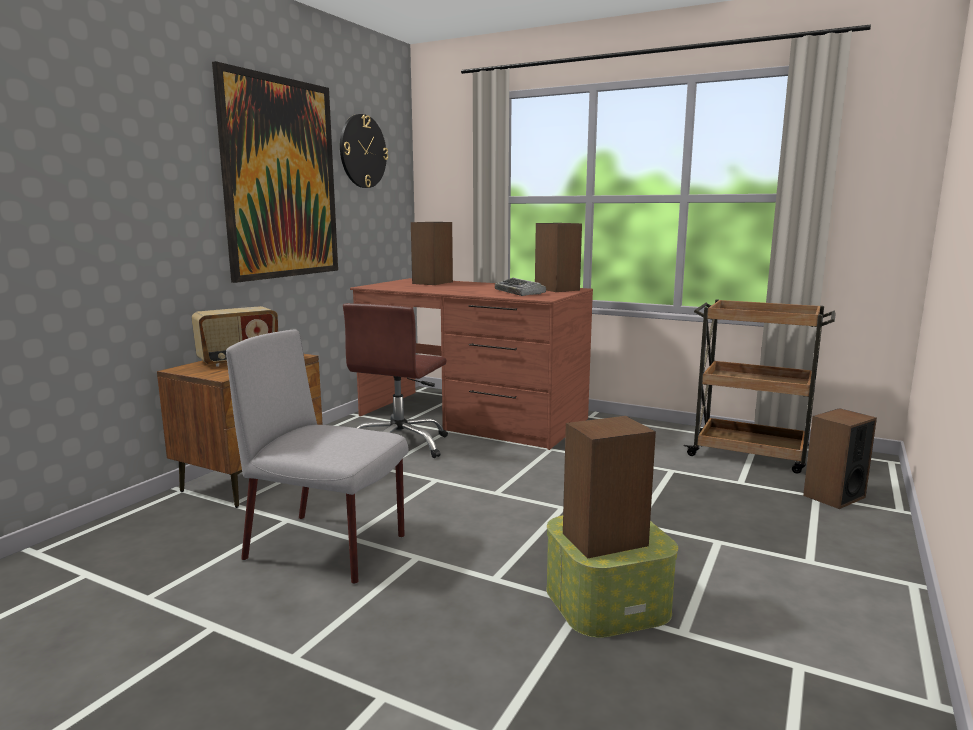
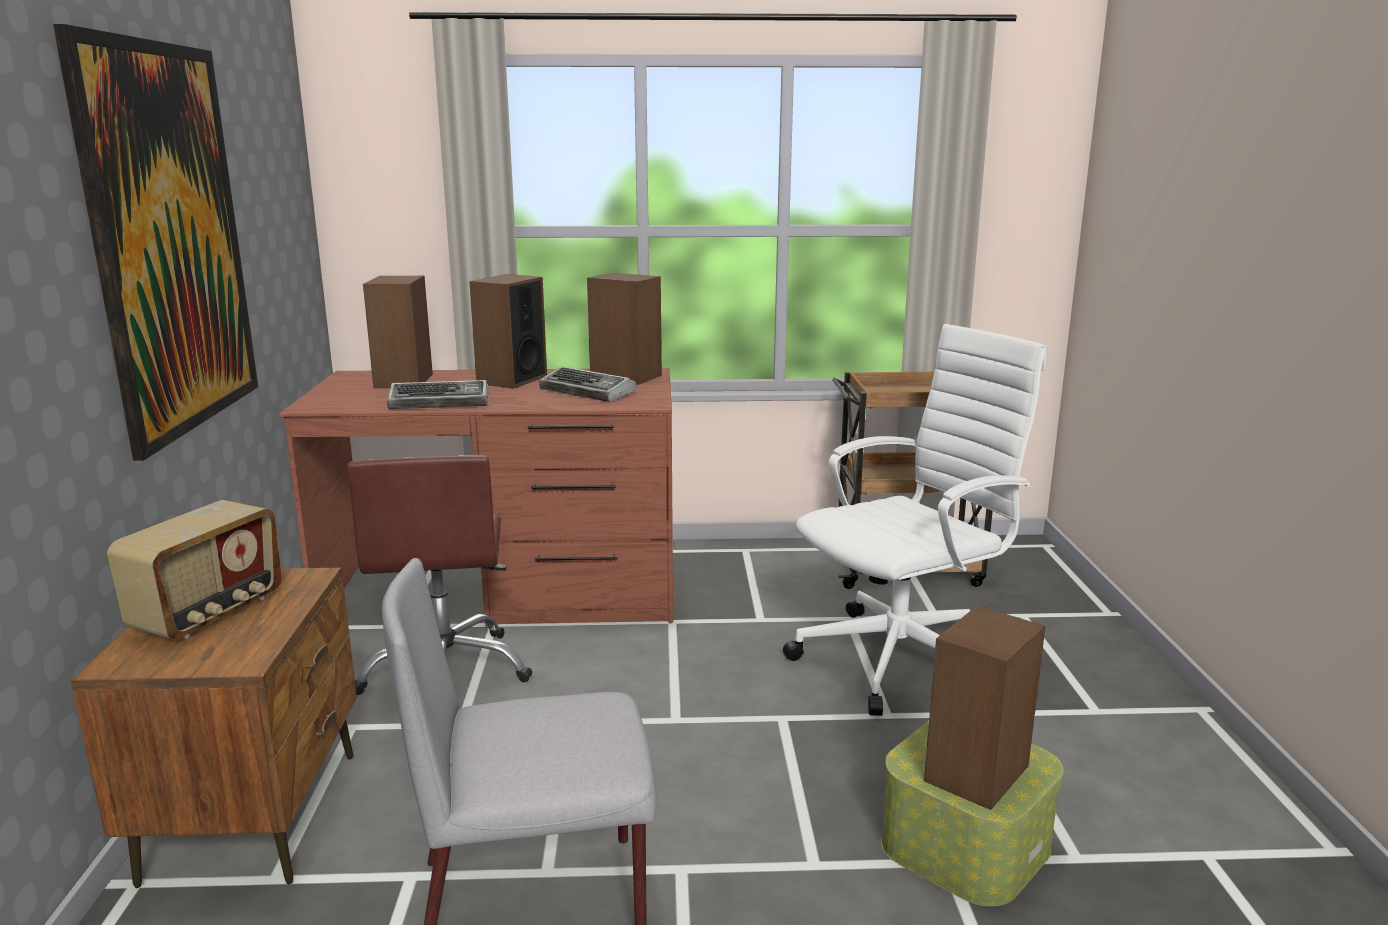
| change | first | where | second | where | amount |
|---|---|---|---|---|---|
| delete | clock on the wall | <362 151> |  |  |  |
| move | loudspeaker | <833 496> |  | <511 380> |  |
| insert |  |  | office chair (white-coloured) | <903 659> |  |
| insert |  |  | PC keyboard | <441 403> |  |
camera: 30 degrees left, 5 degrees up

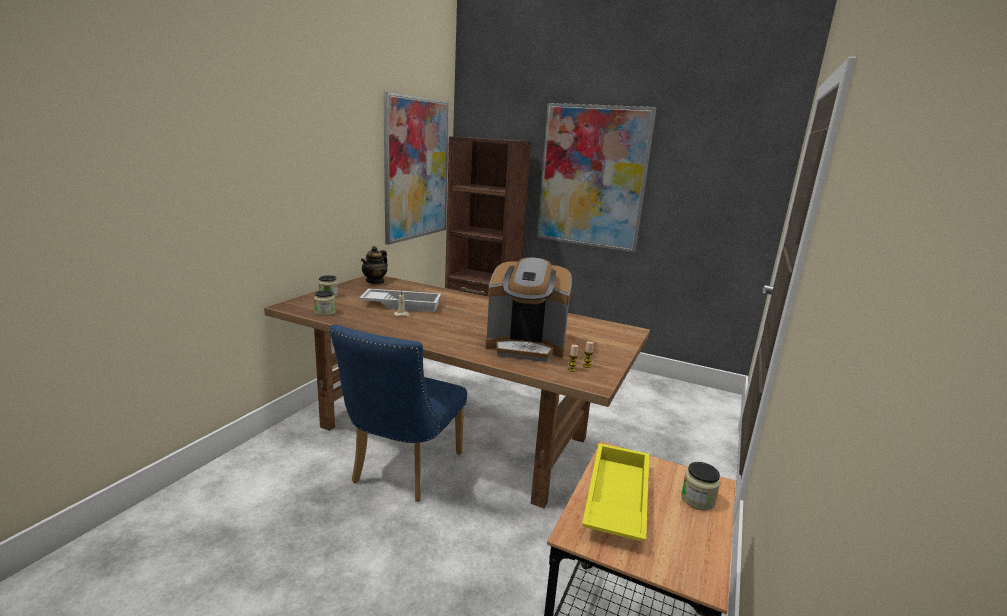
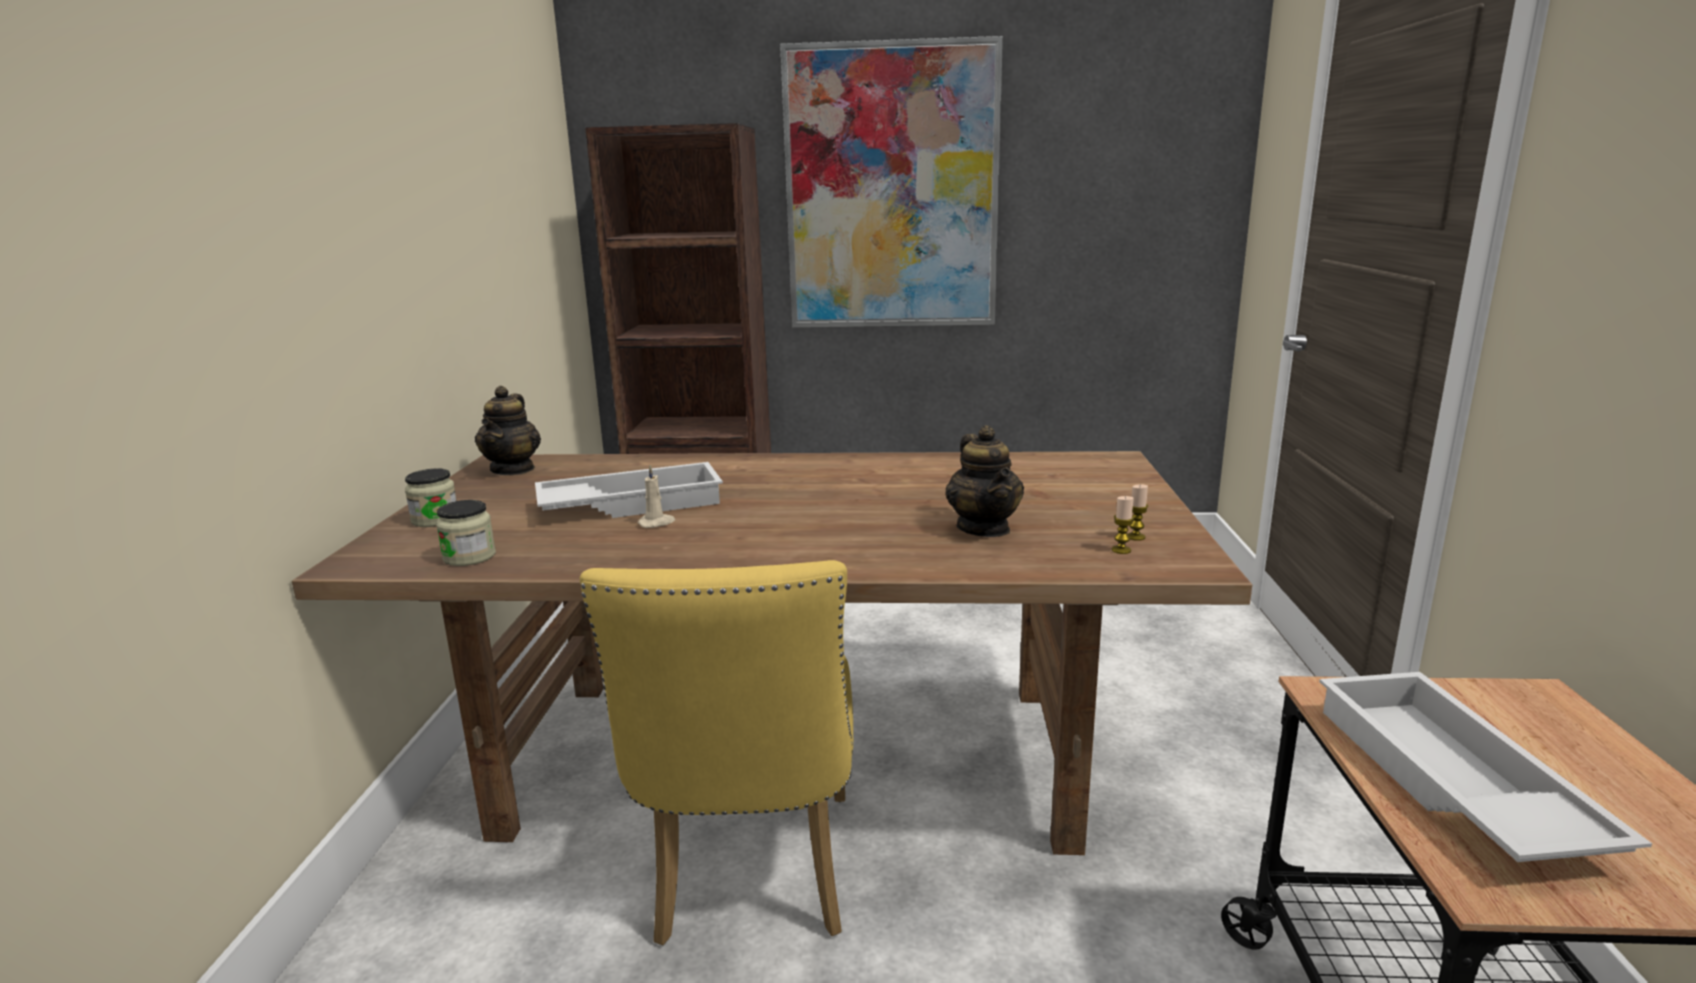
| change | first | where | second | where | amount |
|---|---|---|---|---|---|
| delete | picture | <417 169> |  |  |  |
| replace | coffee machine | <526 346> | pot for tea | <984 528> |  |
| recolor | upright chair (blue-coloured) | <402 471> | upright chair (yellow-coloured) | <750 879> |  |
| recolor | tray (yellow-coloured) | <614 498> | tray (white-coloured) | <1447 782> |  |
| delete | jar | <697 499> |  |  |  |
camera: 20 degrees left, 0 degrees up

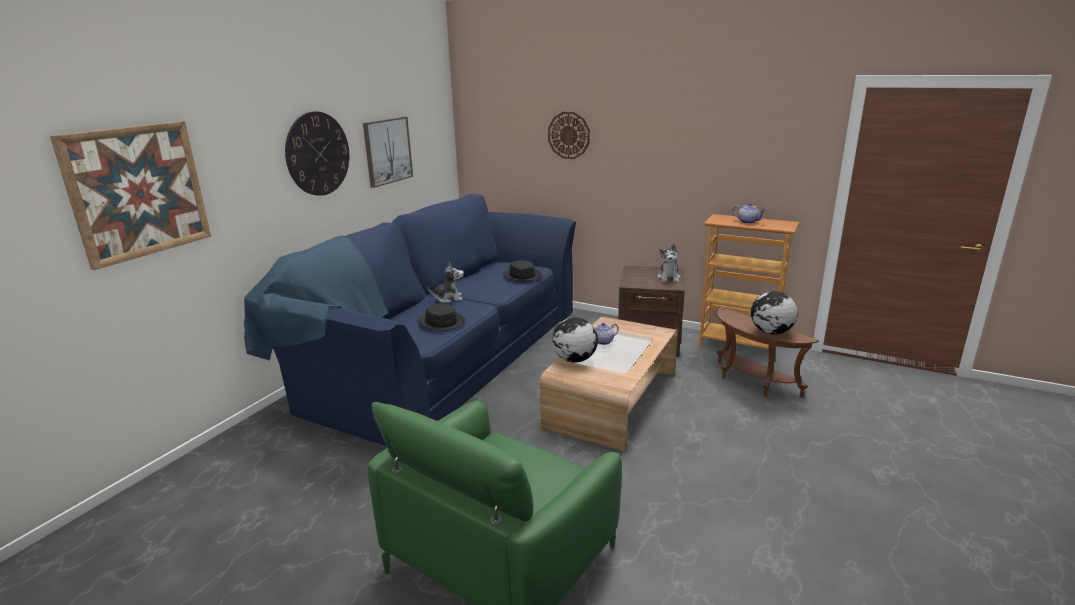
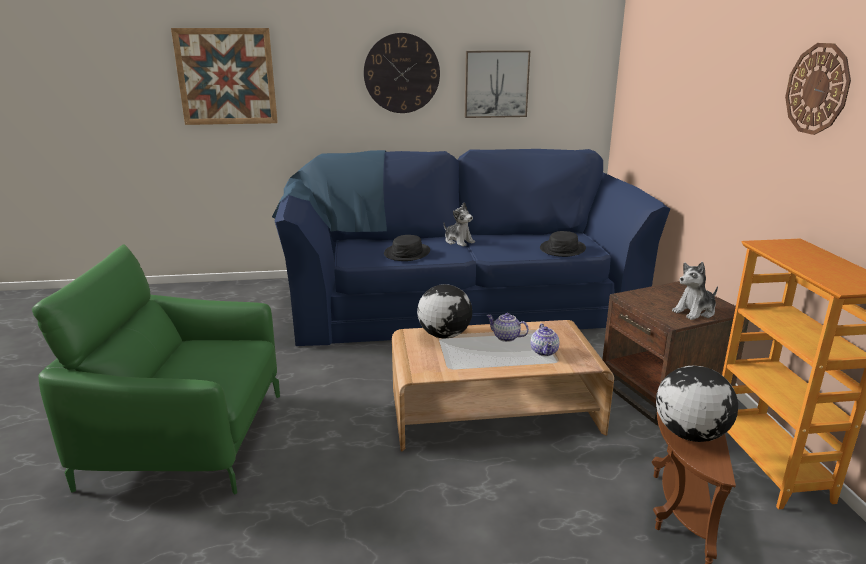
| change | first | where | second | where | amount |
|---|---|---|---|---|---|
| move | clock on the wall | <569 135> |  | <817 89> |  |
| move | pot for tea | <748 222> |  | <545 352> |  |
camera: 55 degrees right, 0 degrees up

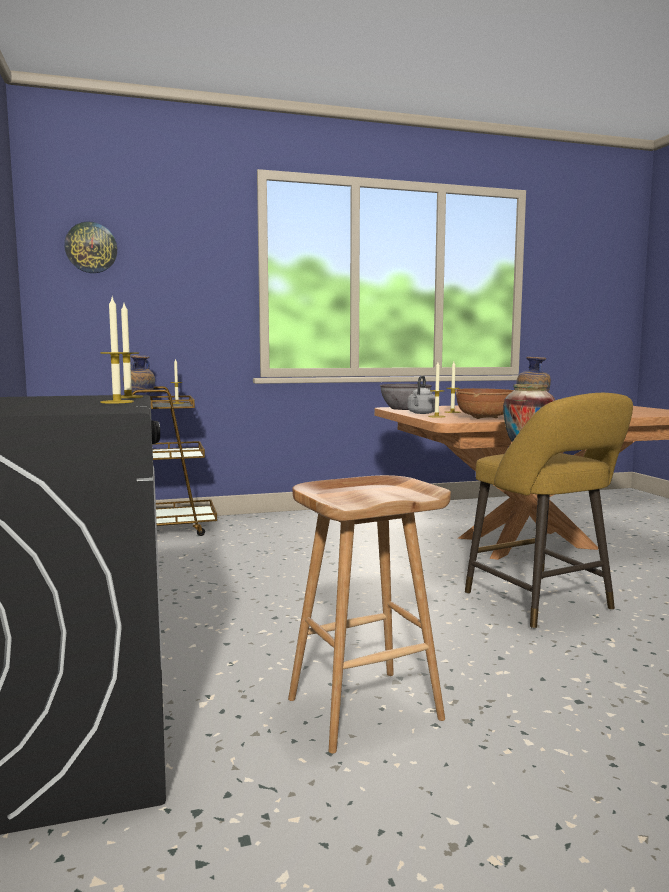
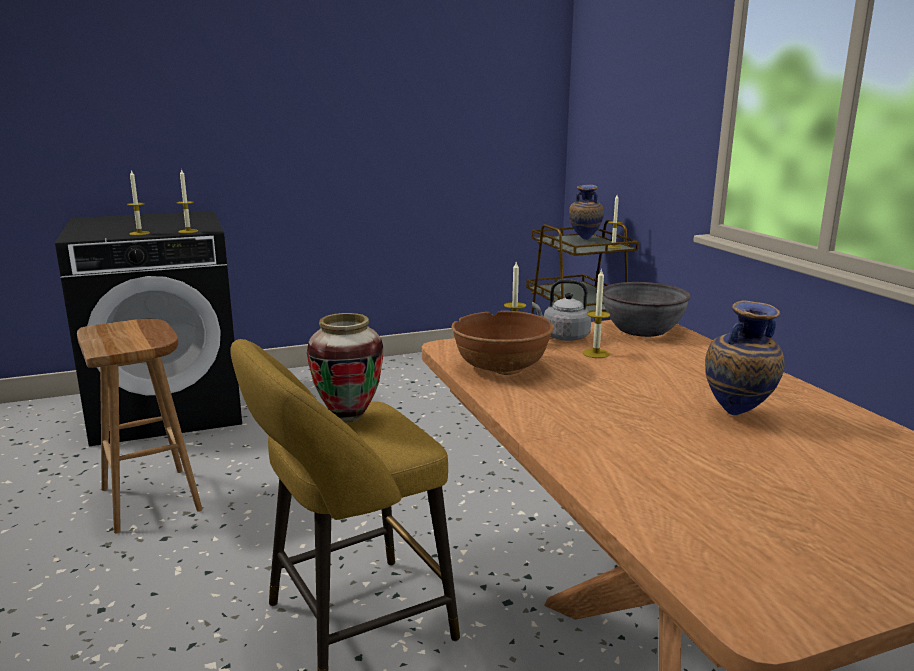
| change | first | where | second | where | amount |
|---|---|---|---|---|---|
| delete | clock on the wall | <91 247> |  |  |  |
camera: 85 degrees right, 10 degrees up

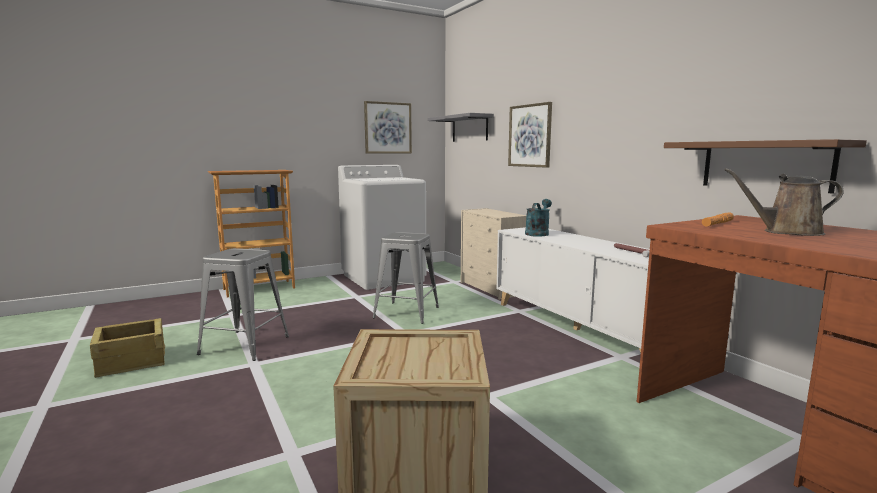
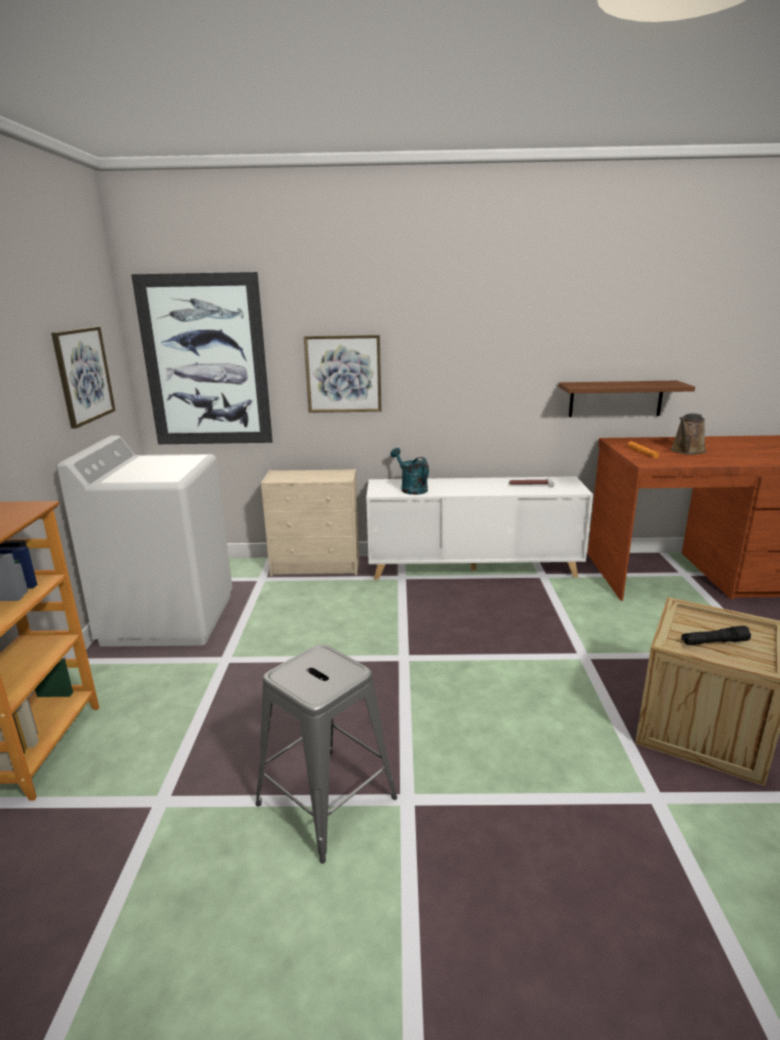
| change | first | where | second | where | amount |
|---|---|---|---|---|---|
| replace | wall shelf (gray) | <469 128> | picture | <205 362> |  |
| delete | stool (gray) | <406 312> |  |  |  |
| delete | crate | <131 361> |  |  |  |
| insert |  |  | flashlight (black-coloured) | <714 642> |  |
camera: 60 degrees left, 10 degrees up

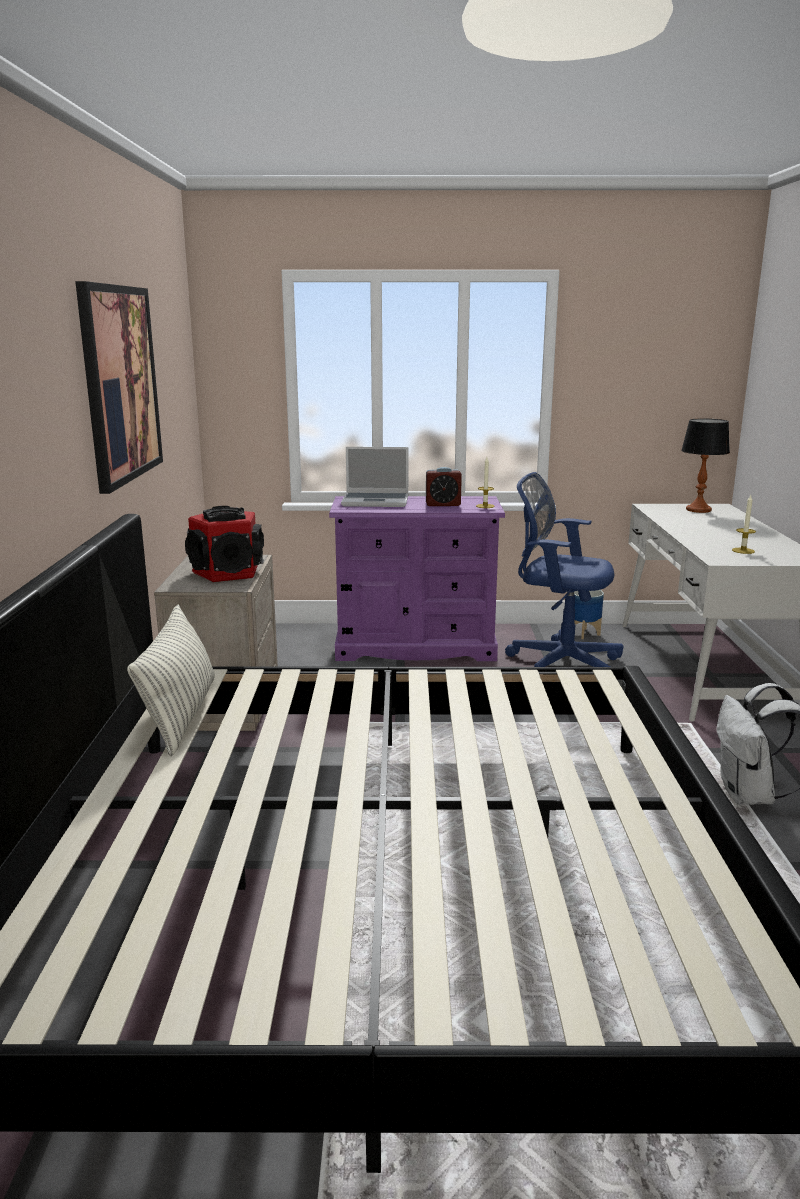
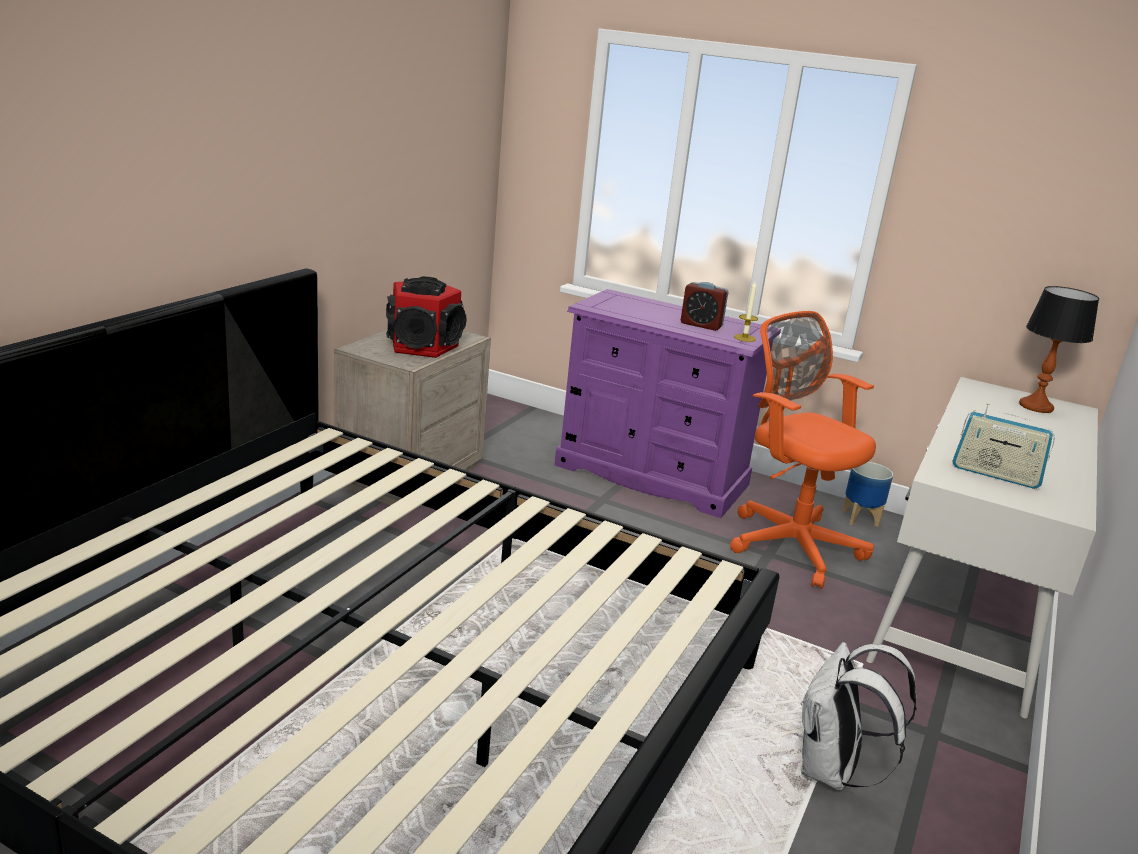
| change | first | where | second | where | amount |
|---|---|---|---|---|---|
| delete | picture | <120 384> |  |  |  |
| delete | portable computer | <376 501> |  |  |  |
| recolor | office chair (blue-coloured) | <559 663> | office chair (orange) | <789 543> |  |
| replace | wax light | <743 551> | radio receiver | <995 474> |  |
| delete | throw pillow | <181 715> |  |  |  |
camera: 25 degrees right, 5 degrees up

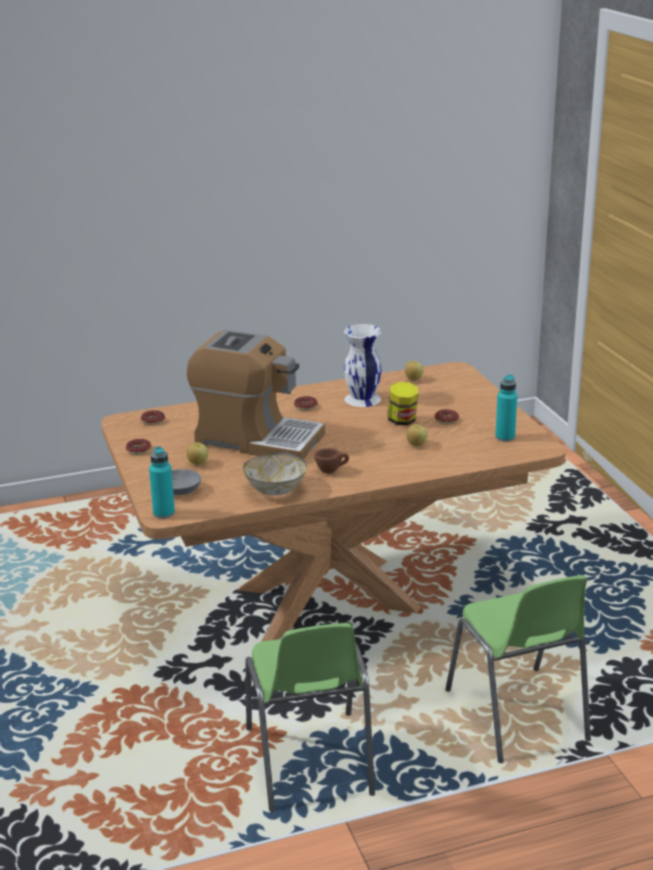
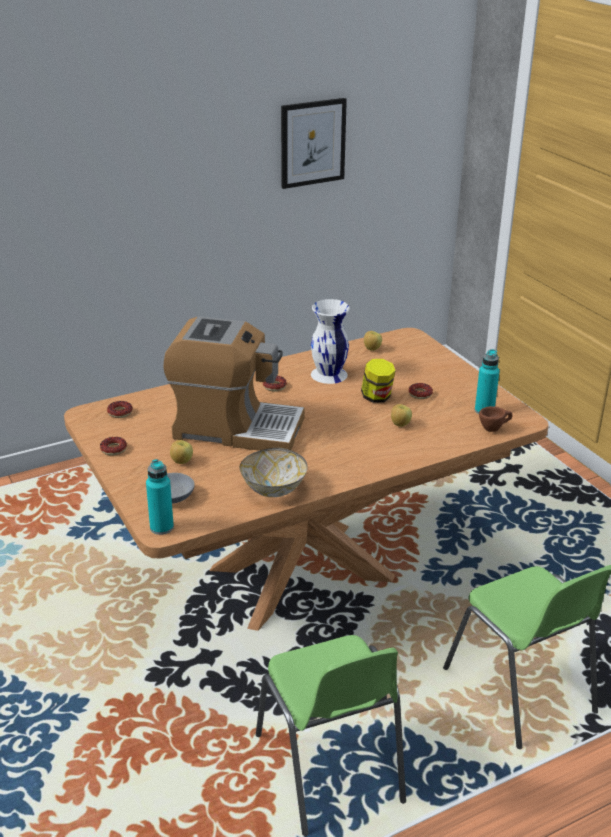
| change | first | where | second | where | amount |
|---|---|---|---|---|---|
| move | cup (brown-coloured) | <331 471> |  | <494 429> |  |
| insert |  |  | picture | <312 143> |  |
camera: 10 degrees left, 5 degrees up

